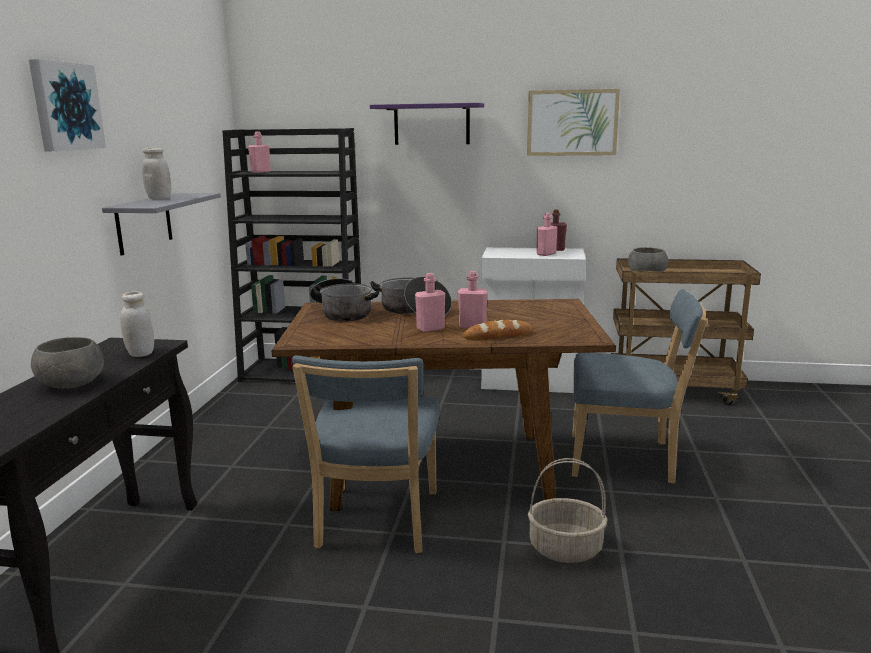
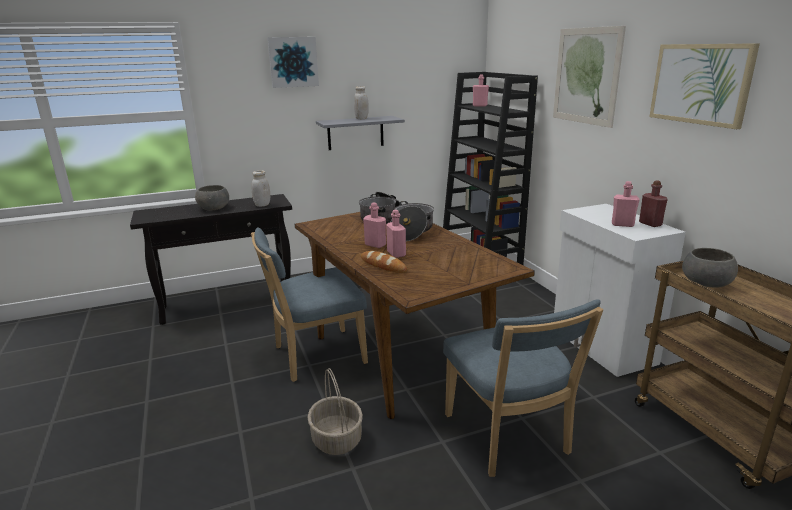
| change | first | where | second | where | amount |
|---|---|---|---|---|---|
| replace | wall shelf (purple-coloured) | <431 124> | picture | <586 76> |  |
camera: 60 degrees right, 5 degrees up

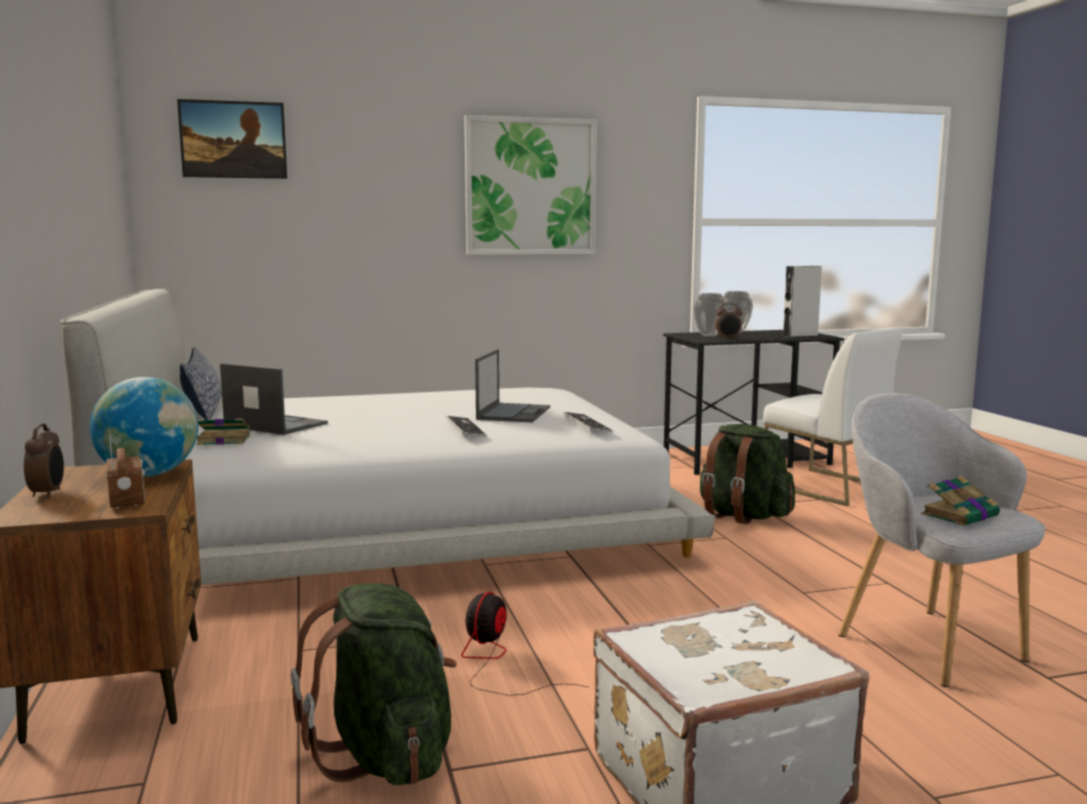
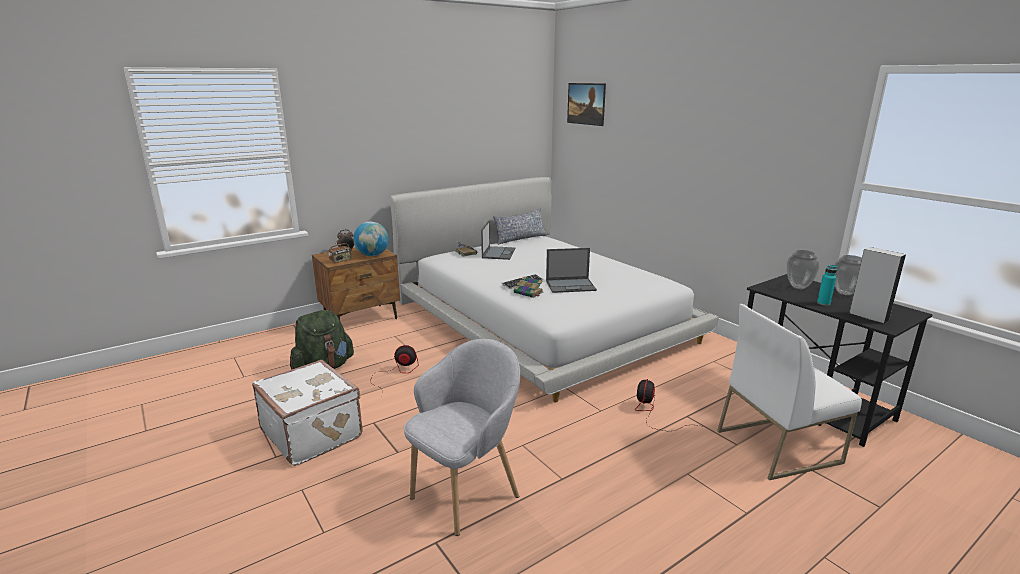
| change | first | where | second | where | amount |
|---|---|---|---|---|---|
| delete | picture | <530 187> |  |  |  |
| delete | bedside clock | <728 339> |  |  |  |
| rotate | upright chair (white-coloured) | <826 487> |  | <778 446> | 45 degrees clockwise |
| delete | PC keyboard | <587 424> |  |  |  |
| replace | backpack (green-coloured) | <743 516> | electric fan | <652 413> |  |
| move | volume | <961 515> |  | <529 293> |  |
| insert |  |  | drink bottle (turquoise-coloured) | <823 303> |  |
camera: 70 degrees right, 10 degrees up

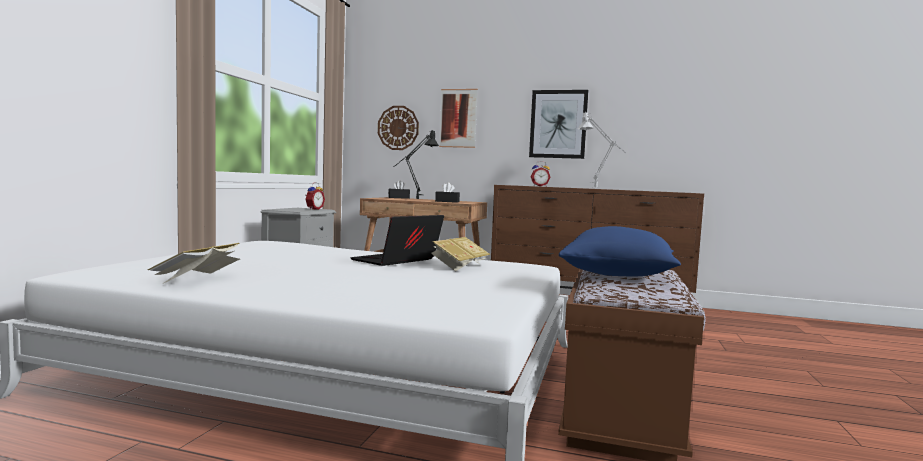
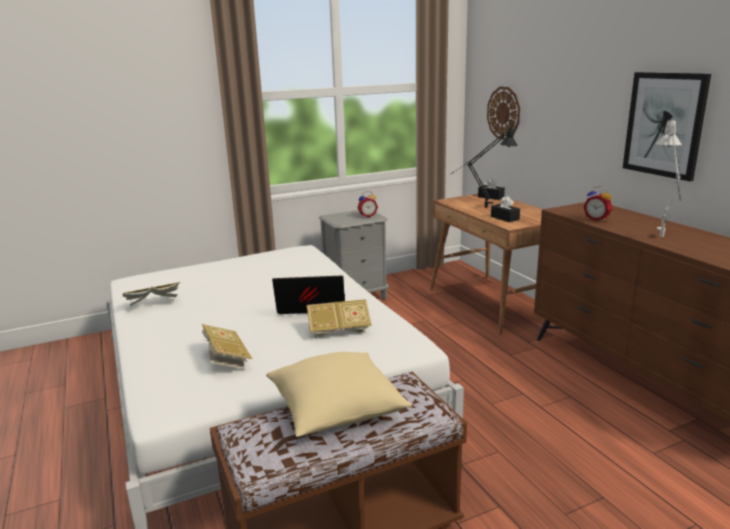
| change | first | where | second | where | amount |
|---|---|---|---|---|---|
| delete | picture | <458 118> |  |  |  |
| recolor | throw pillow (blue-coloured) | <619 275> | throw pillow (beige-coloured) | <336 411> |  |
| insert |  |  | volume | <226 359> |  |
camera: 50 degrees right, 15 degrees up

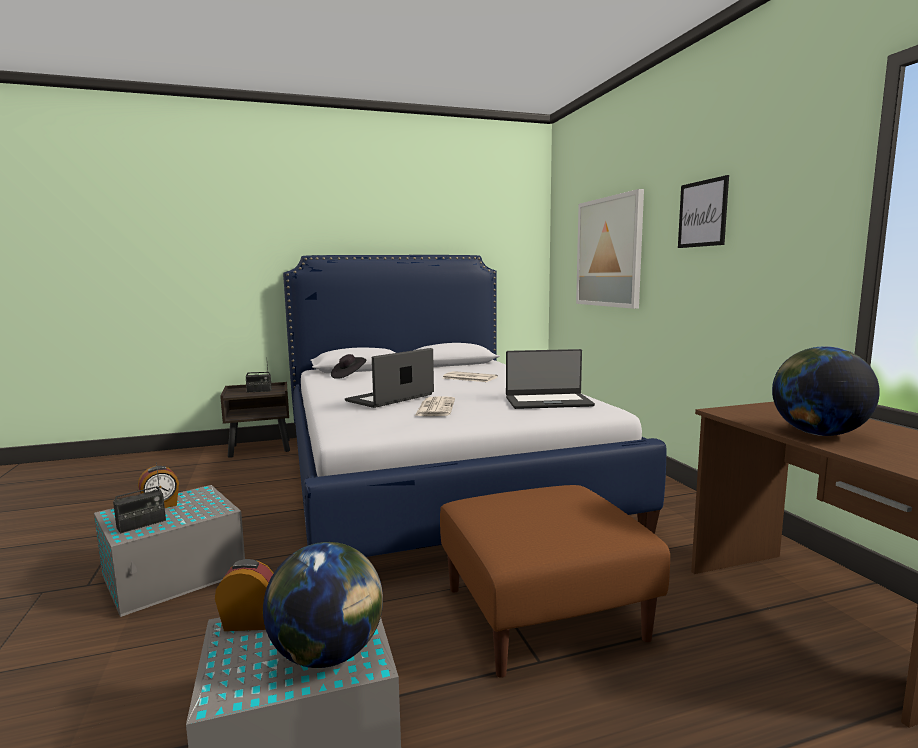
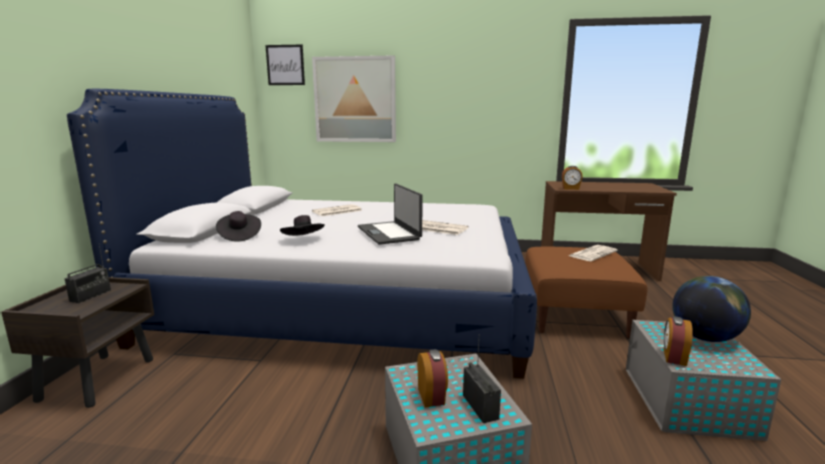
| change | first | where | second | where | amount |
|---|---|---|---|---|---|
| move | picture | <702 213> |  | <285 65> |  |
| delete | desk globe | <818 433> |  |  |  |
| delete | portable computer | <548 401> |  |  |  |
| insert |  |  | bedside clock | <570 188> |  |
| insert |  |  | clothing hat (black-coloured) | <304 240> |  |
| insert |  |  | daily paper | <592 253> |  |
camera: 65 degrees left, 5 degrees up

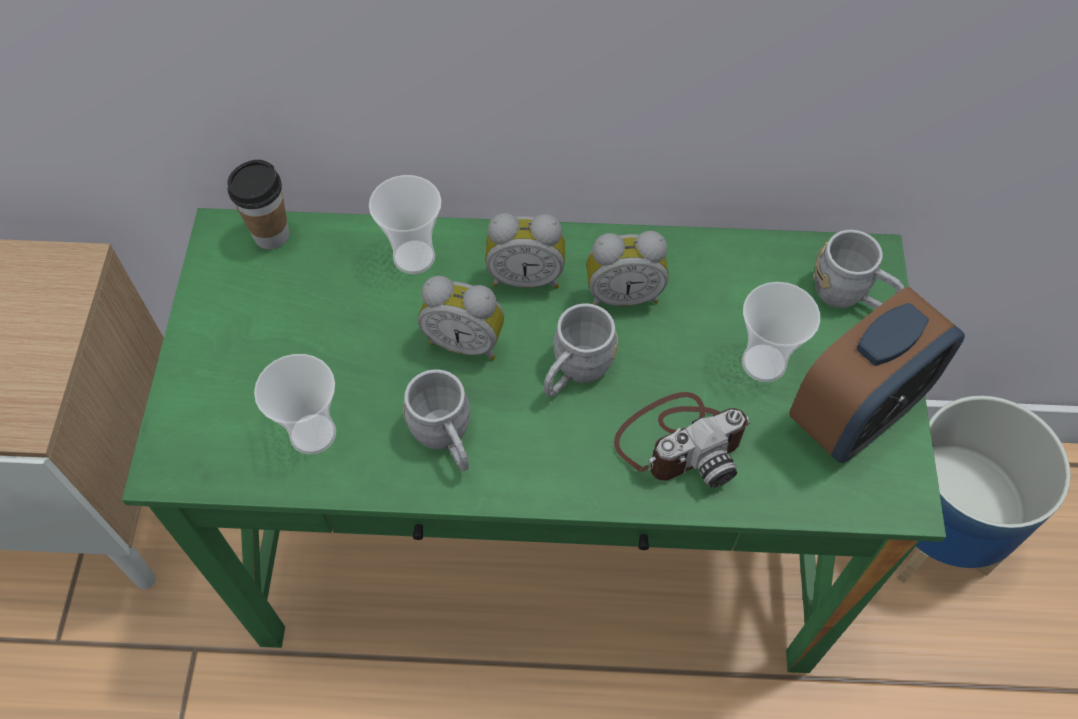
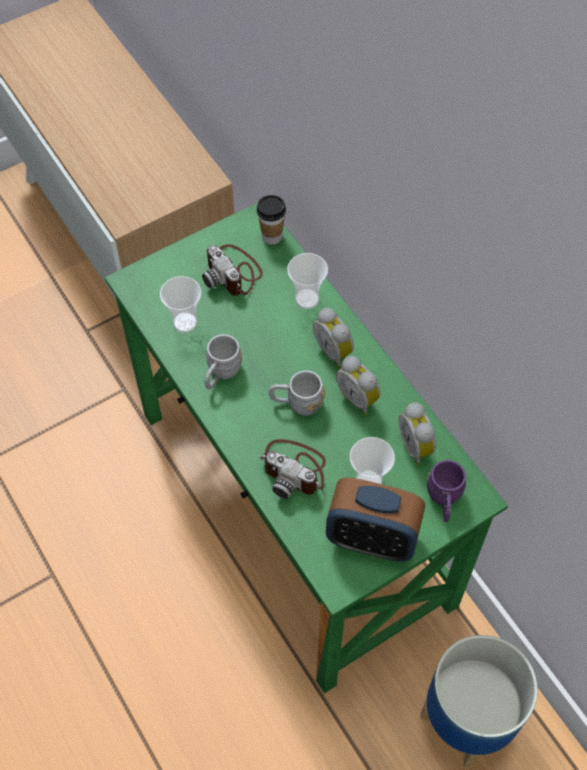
| change | first | where | second | where | amount |
|---|---|---|---|---|---|
| recolor | coffee mug (gray) | <850 297> | coffee mug (purple-coloured) | <443 501> |  |
| move | bedside clock | <465 341> |  | <417 446> |  |
| insert |  |  | photo camera | <233 272> |  |
camera: 55 degrees right, 0 degrees up

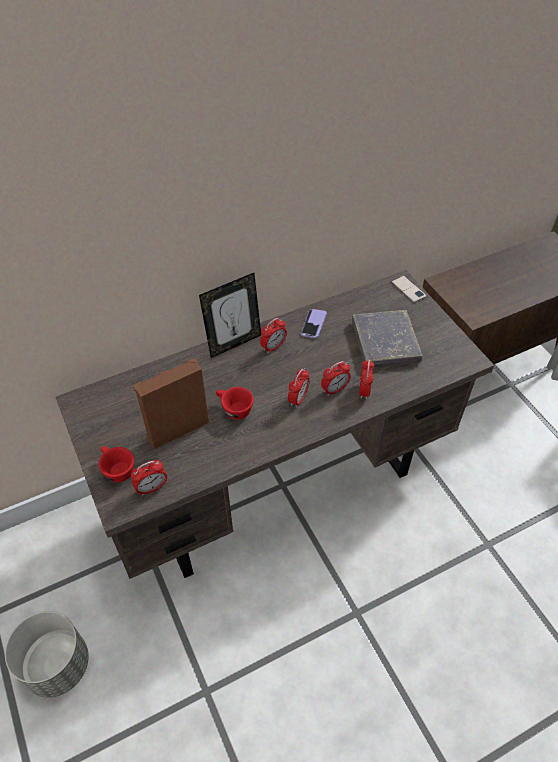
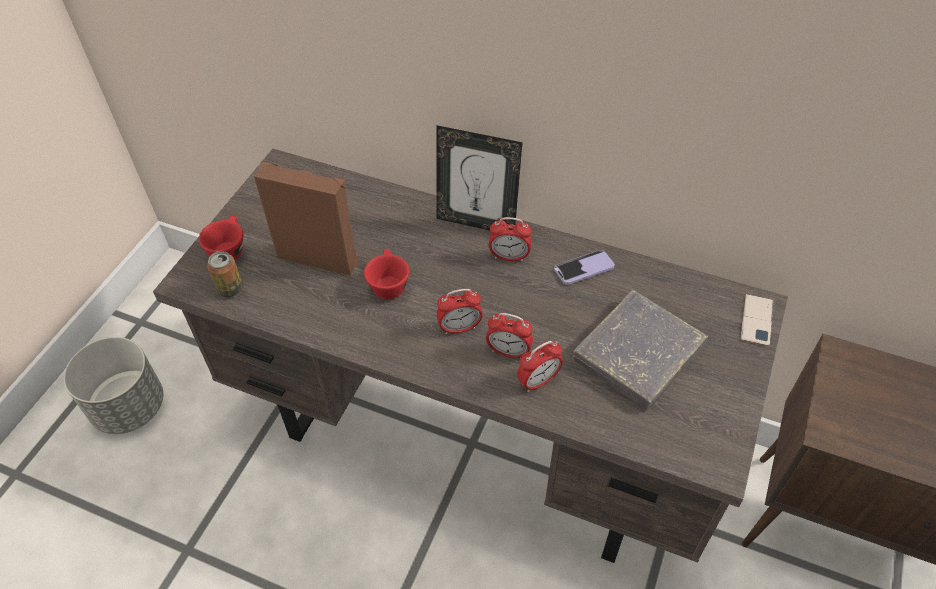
| change | first | where | second | where | amount |
|---|---|---|---|---|---|
| replace | bedside clock | <152 488> | metal can | <230 289> |  |
camera: 50 degrees right, 0 degrees up

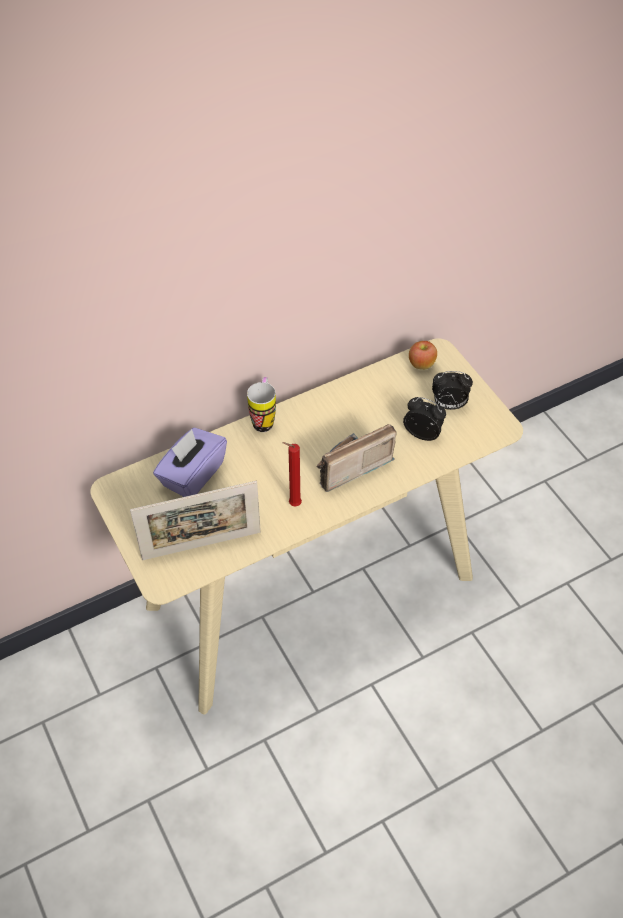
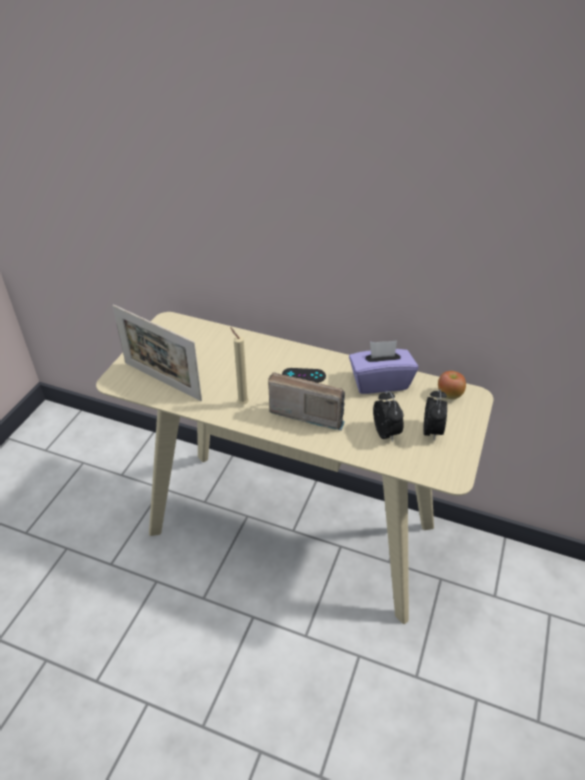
| change | first | where | second | where | amount |
|---|---|---|---|---|---|
| rotate | bedside clock | <448 405> |  | <432 431> | 135 degrees counterclockwise |
| delete | coffee mug | <264 419> |  |  |  |
| move | box of tissues (purple-coloured) | <192 475> |  | <380 382> |  |
| recolor | wax light (red-coloured) | <293 504> | wax light (beige-coloured) | <241 403> |  |
| insert |  |  | game controller (black-coloured) | <303 375> |  |
camera: 50 degrees right, 10 degrees down

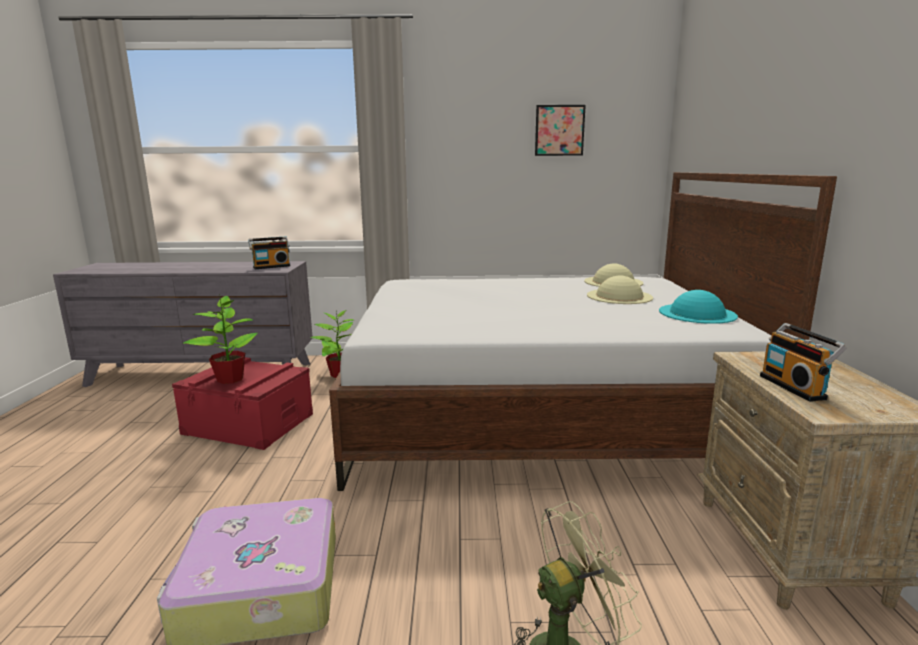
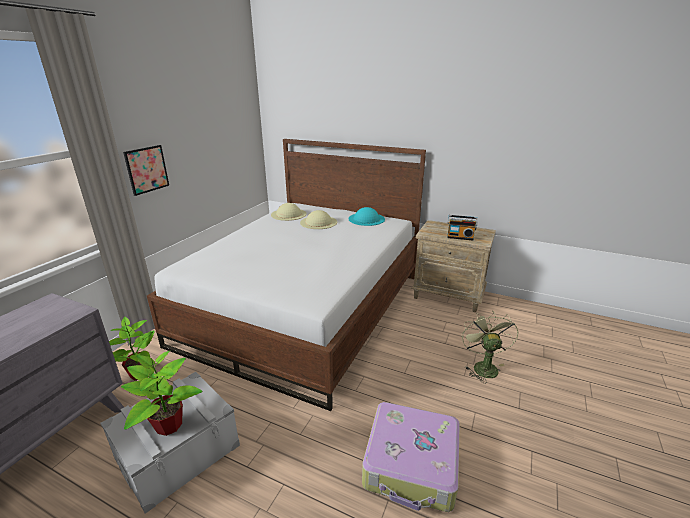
| change | first | where | second | where | amount |
|---|---|---|---|---|---|
| move | picture | <559 130> |  | <147 169> |  |
| delete | radio receiver | <271 266> |  |  |  |
| recolor | storage box (red-coloured) | <249 423> | storage box (gray) | <178 451> |  |
camera: 65 degrees left, 10 degrees up

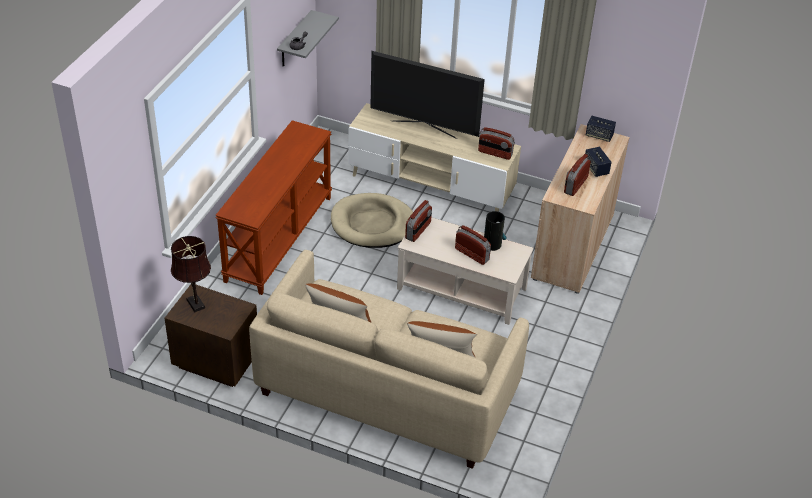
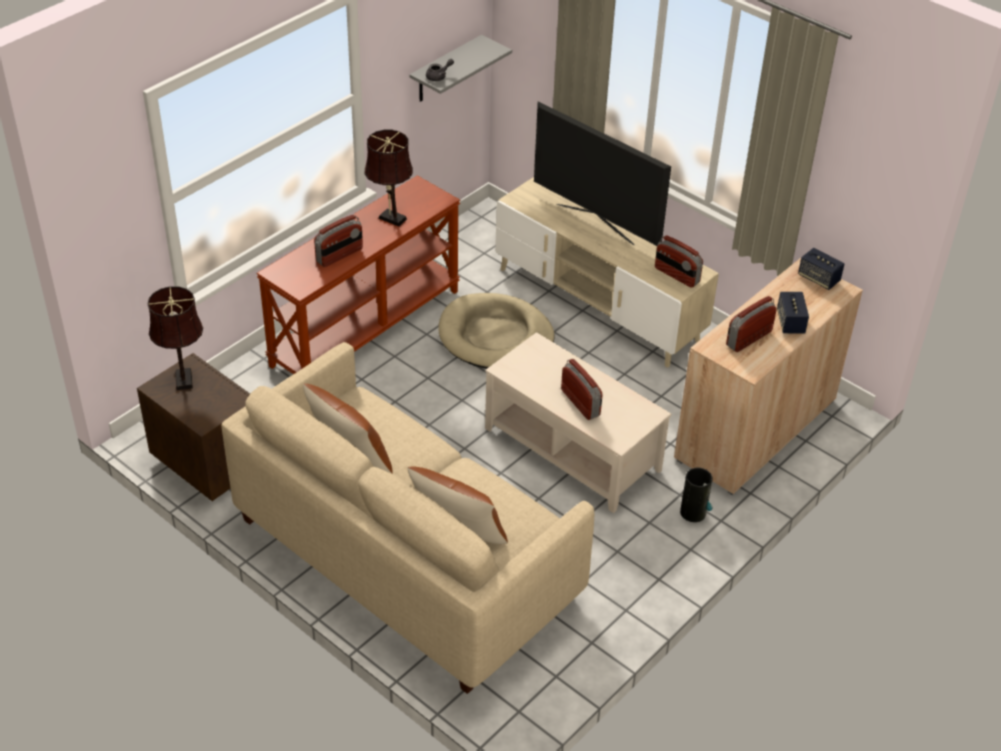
| change | first | where | second | where | amount |
|---|---|---|---|---|---|
| move | radio receiver | <418 231> |  | <339 255> |  |
| move | flower vase | <492 244> |  | <693 512> |  |
| insert |  |  | table lamp (brown-coloured) | <390 217> |  |
camera: 20 degrees right, 0 degrees up

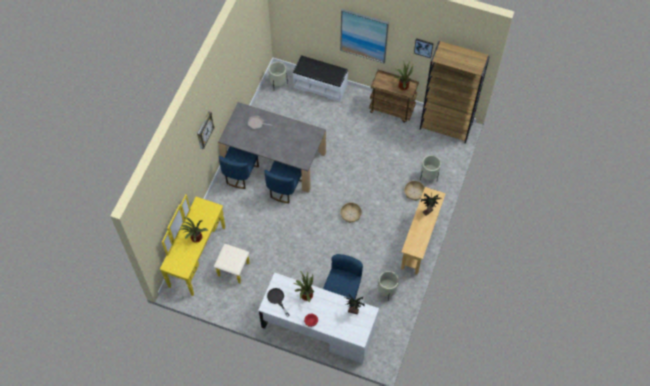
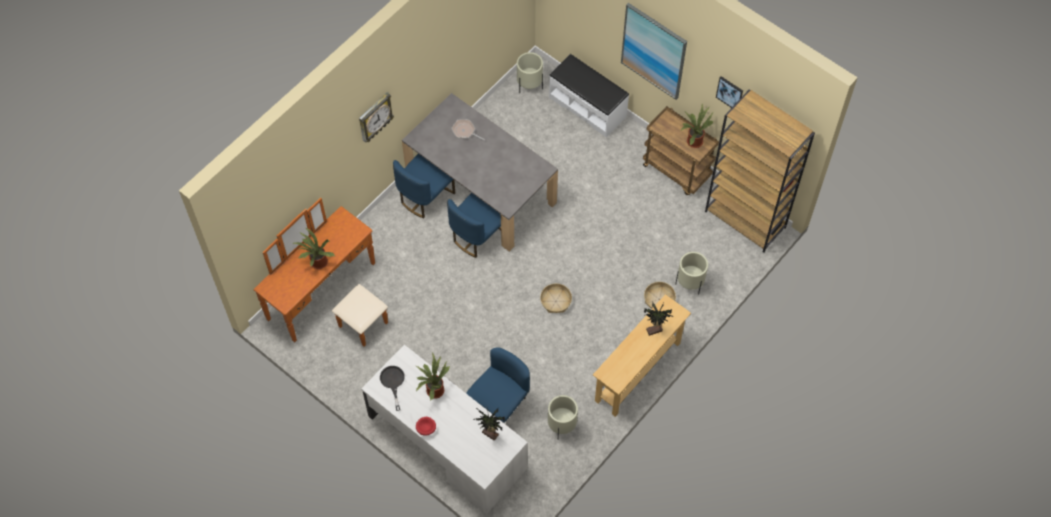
| change | first | where | second | where | amount |
|---|---|---|---|---|---|
| recolor | chest of drawers (yellow-coloured) | <205 259> | chest of drawers (brown-coloured) | <331 298> |  |
camera: 20 degrees right, 0 degrees up

